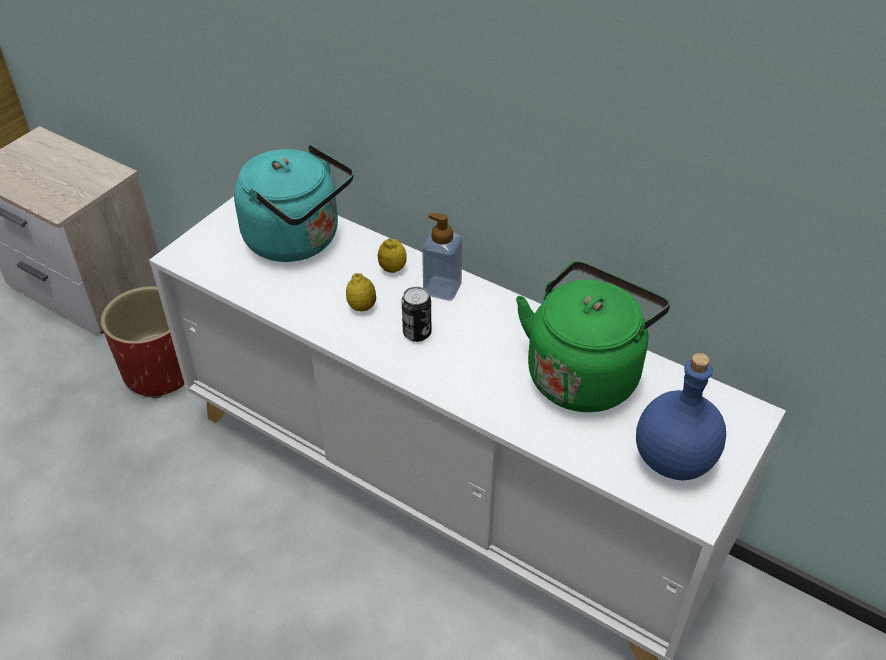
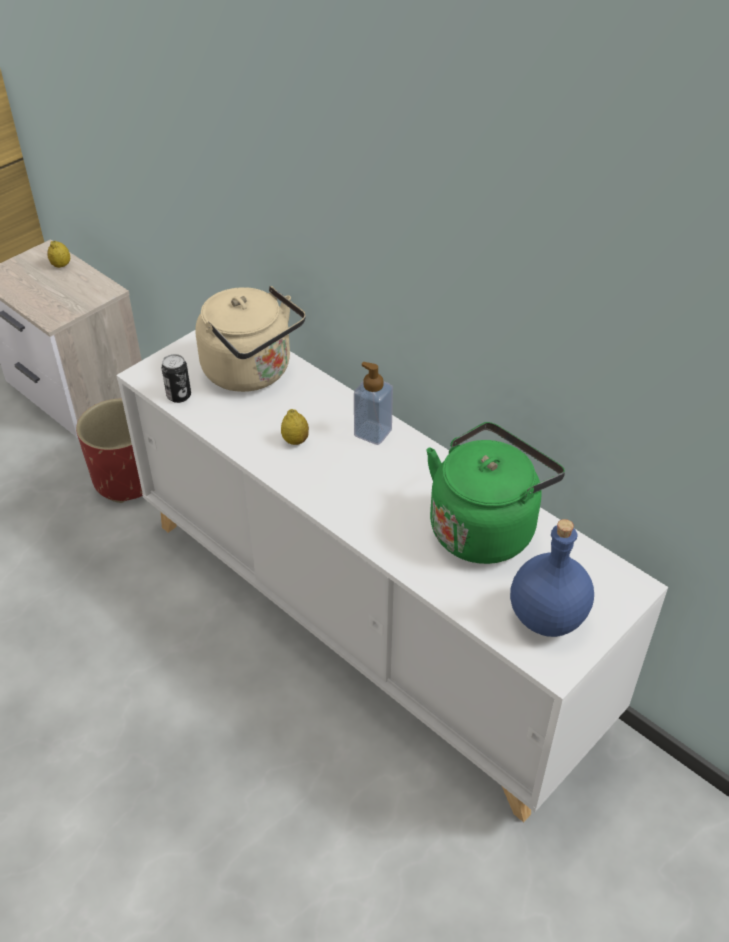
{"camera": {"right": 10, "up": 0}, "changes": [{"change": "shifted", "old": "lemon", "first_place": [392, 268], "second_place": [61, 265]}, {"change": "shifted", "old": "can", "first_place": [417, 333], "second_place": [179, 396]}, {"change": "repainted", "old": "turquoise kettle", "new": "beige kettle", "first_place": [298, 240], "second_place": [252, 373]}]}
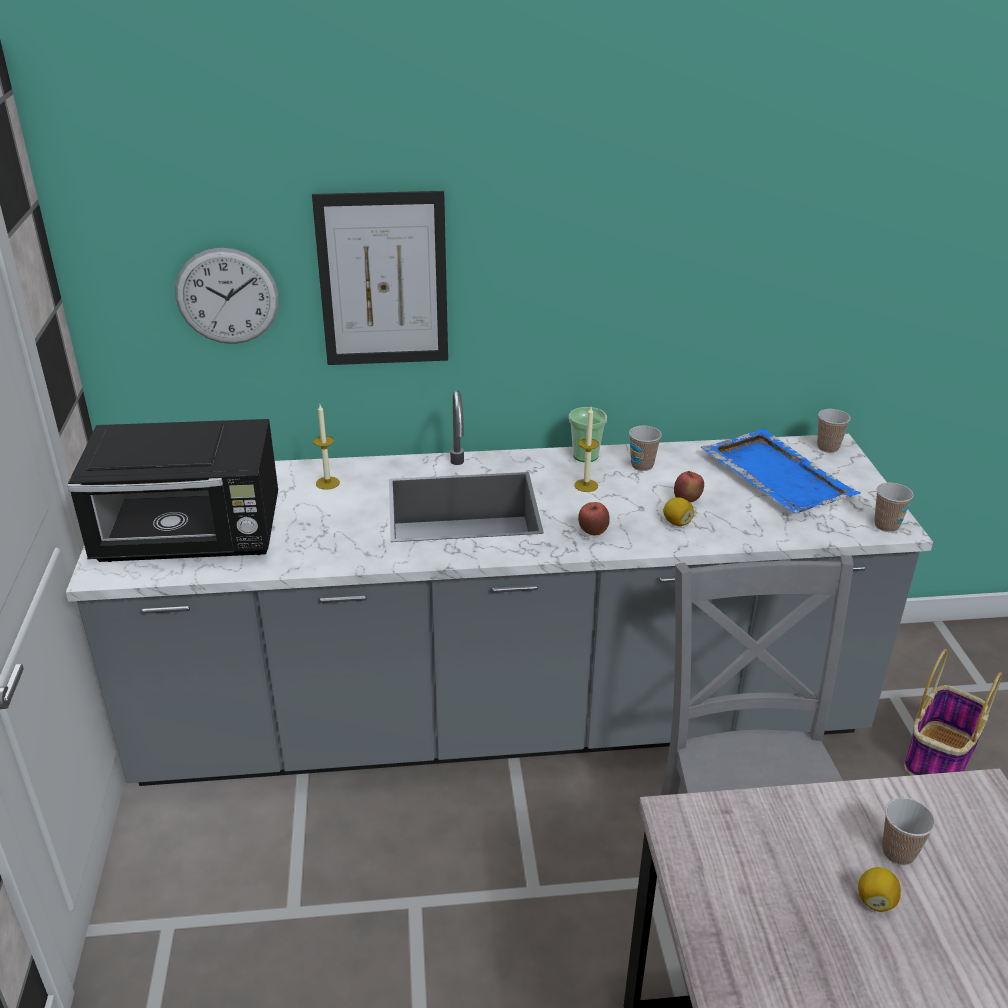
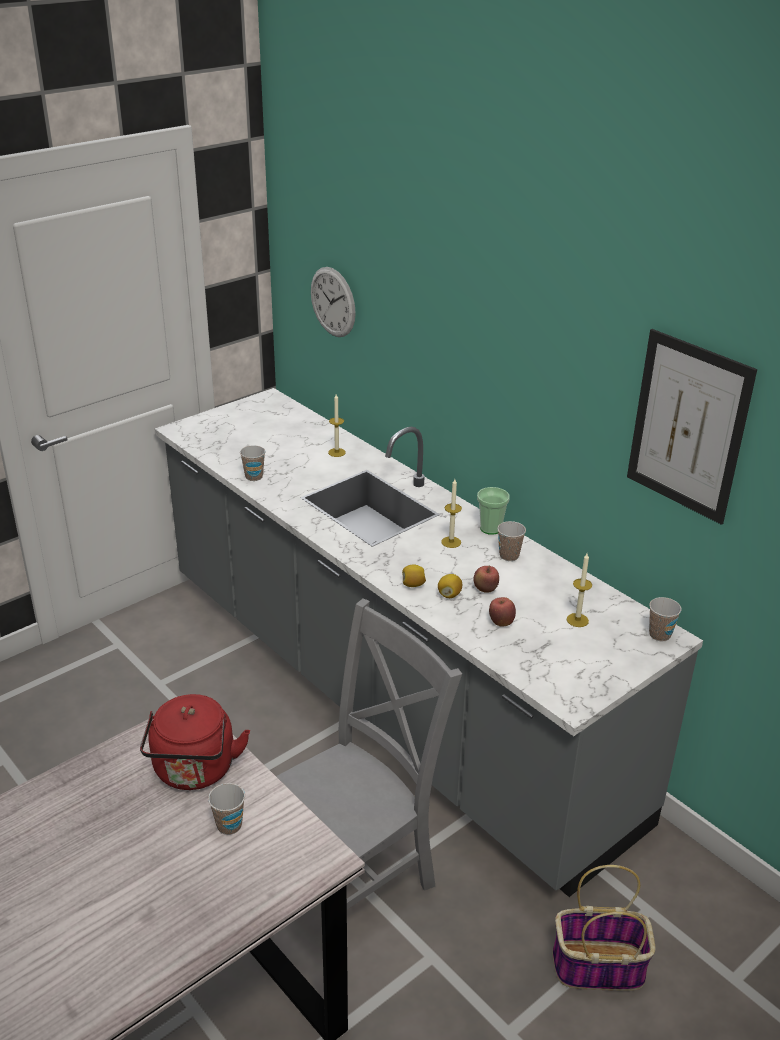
{"camera": {"right": 55, "up": 0}, "changes": [{"change": "gone", "old": "black microwave", "first_place": [192, 538]}, {"change": "new", "new": "red kettle", "second_place": [194, 772]}, {"change": "shifted", "old": "picture", "first_place": [383, 280], "second_place": [688, 426]}, {"change": "shifted", "old": "apple", "first_place": [593, 532], "second_place": [501, 622]}, {"change": "shifted", "old": "lemon", "first_place": [875, 900], "second_place": [413, 584]}, {"change": "shifted", "old": "cup", "first_place": [886, 525], "second_place": [254, 477]}, {"change": "swapped", "old": "blue tray", "new": "candle", "first_place": [776, 474], "second_place": [577, 620]}]}
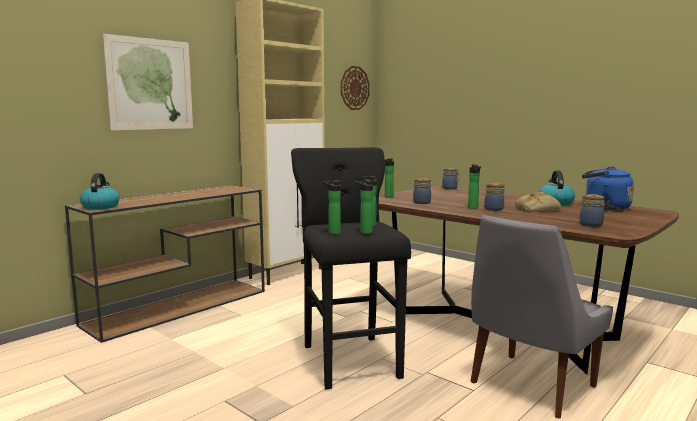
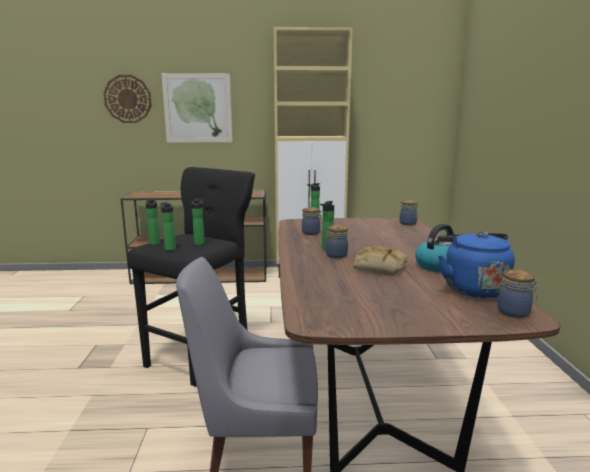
{"camera": {"right": 45, "up": 5}, "changes": [{"change": "gone", "old": "kettle", "first_place": [100, 207]}, {"change": "shifted", "old": "wall clock", "first_place": [354, 88], "second_place": [128, 99]}, {"change": "shifted", "old": "jar", "first_place": [591, 225], "second_place": [515, 312]}]}
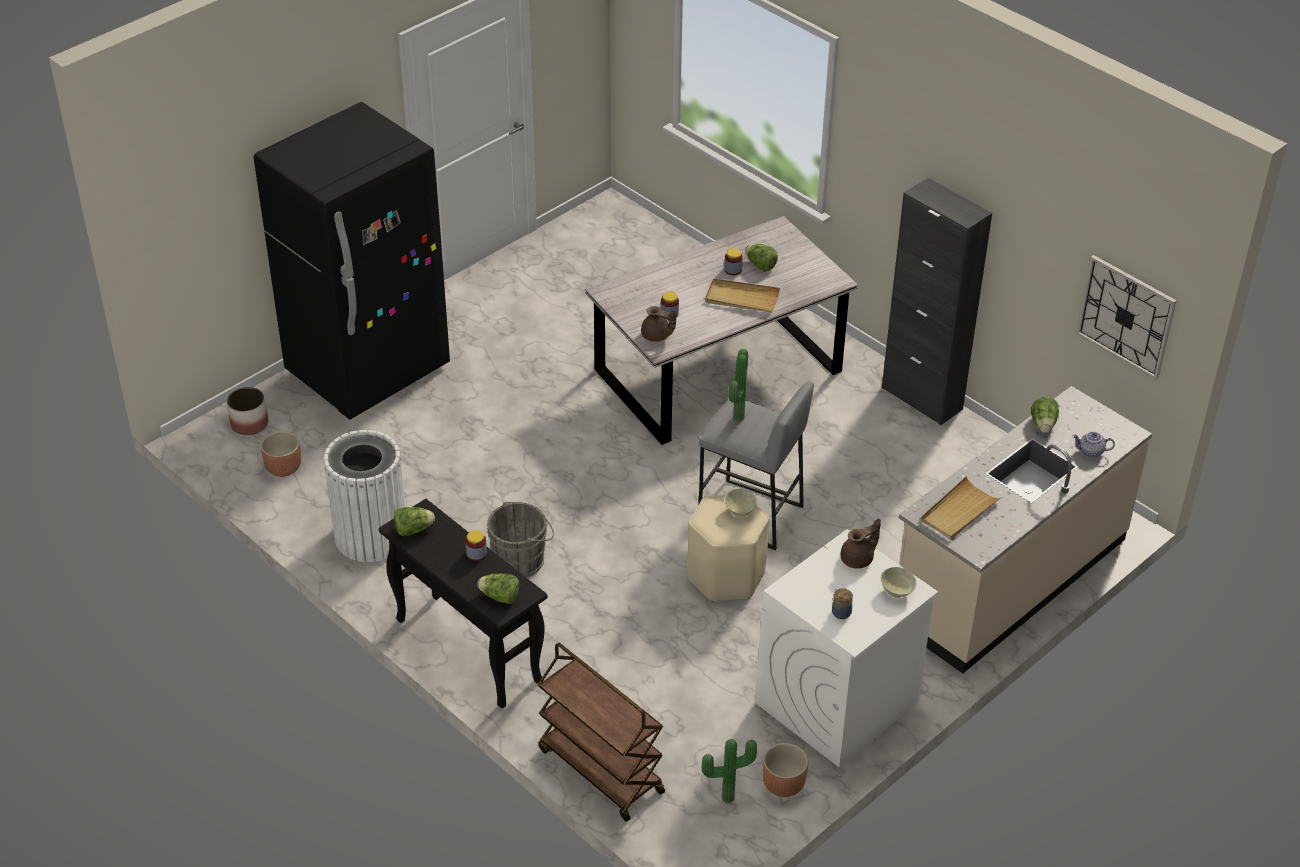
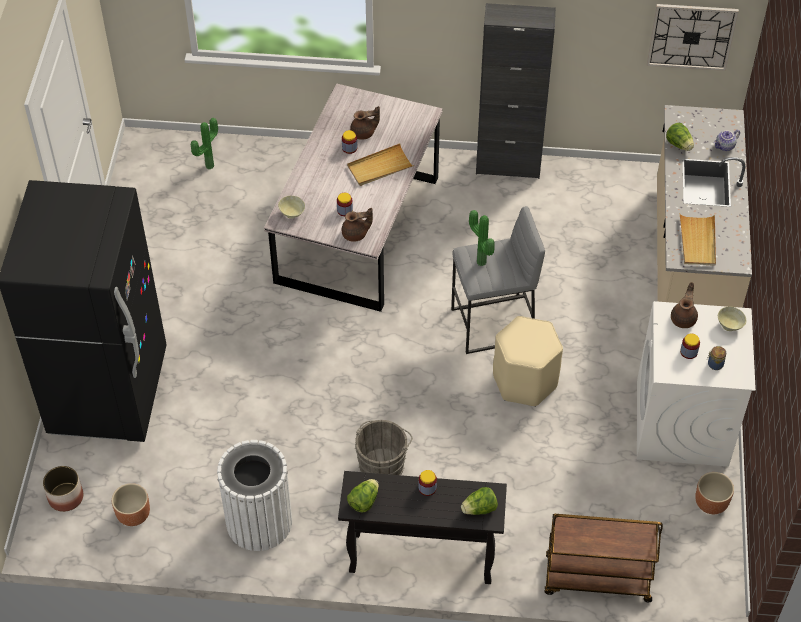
{"camera": {"right": -40, "up": 10}, "changes": [{"change": "new", "new": "jar", "second_place": [688, 352]}, {"change": "shifted", "old": "potted plant", "first_place": [727, 796], "second_place": [208, 165]}, {"change": "shifted", "old": "beige bowl", "first_place": [739, 511], "second_place": [292, 214]}, {"change": "swapped", "old": "lettuce", "new": "brown teapot", "first_place": [760, 265], "second_place": [364, 133]}]}
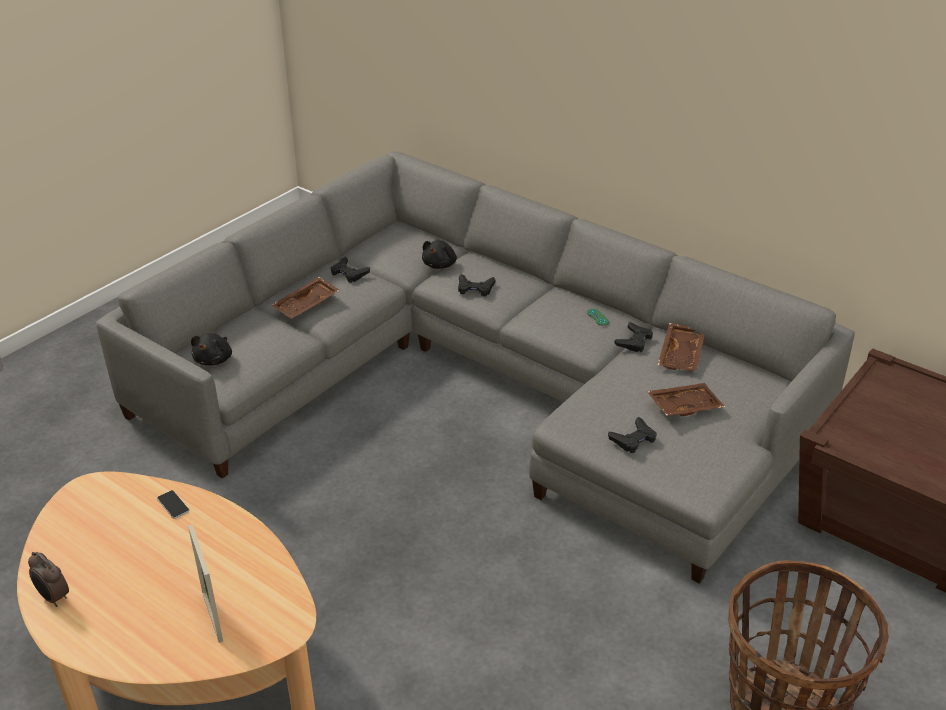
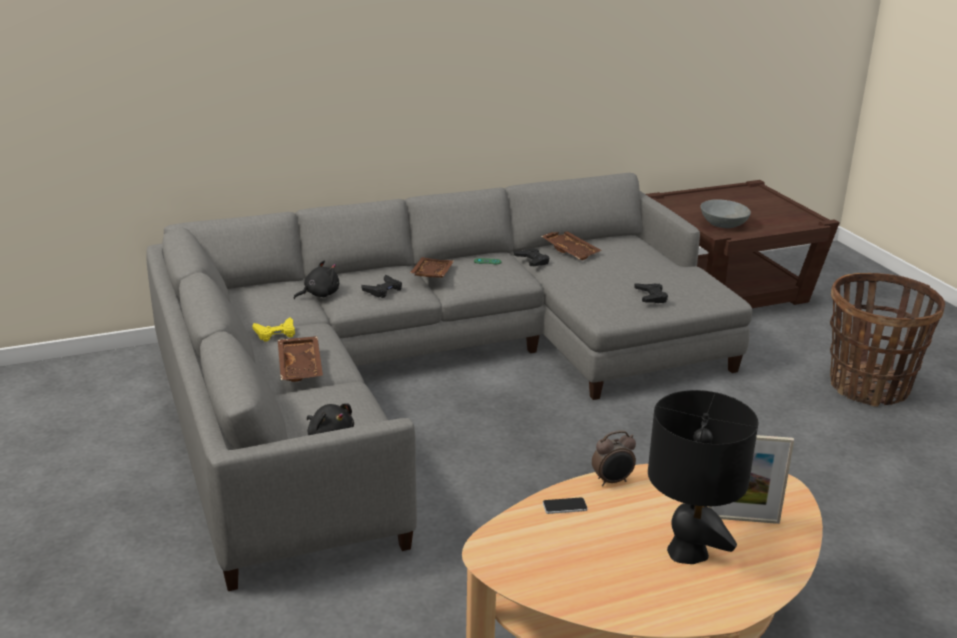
{"camera": {"right": -60, "up": -10}, "changes": [{"change": "new", "new": "black table lamp", "second_place": [687, 552]}, {"change": "new", "new": "grey bowl", "second_place": [722, 225]}, {"change": "shifted", "old": "alarm clock", "first_place": [53, 597], "second_place": [612, 481]}, {"change": "shifted", "old": "brown tray", "first_place": [683, 406], "second_place": [431, 274]}, {"change": "repainted", "old": "black game controller", "new": "yellow game controller", "first_place": [349, 273], "second_place": [275, 333]}, {"change": "rotated", "old": "black plush toy", "first_place": [440, 264], "second_place": [319, 294], "degrees": -90}]}
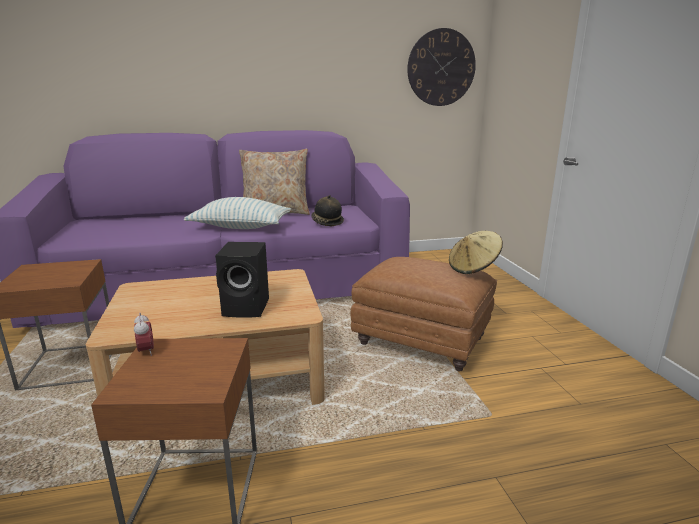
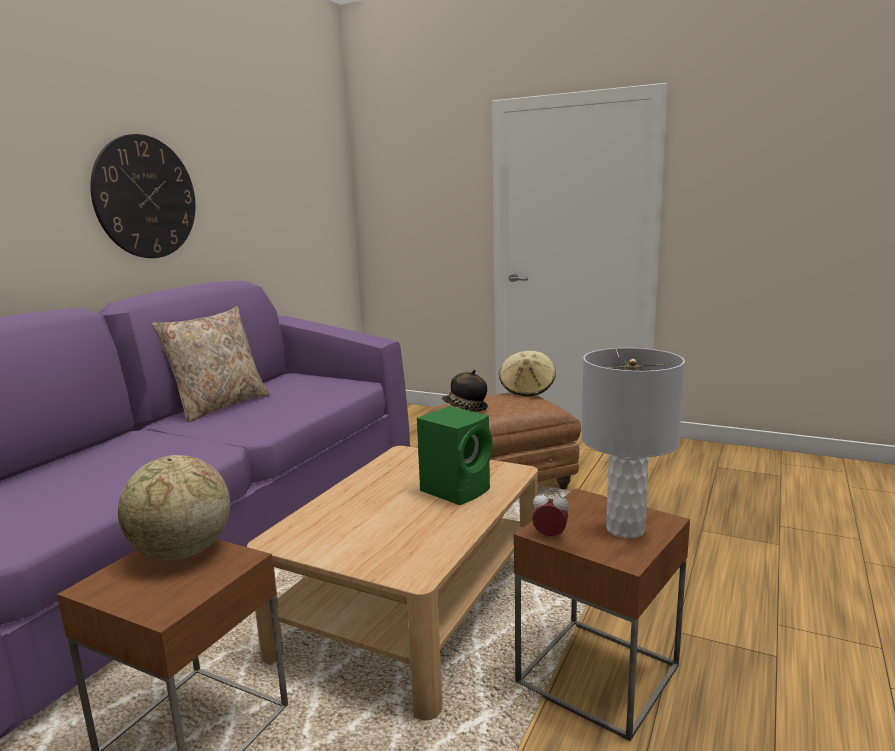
{"camera": {"right": -50, "up": -5}, "changes": [{"change": "gone", "old": "pillow", "first_place": [240, 227]}, {"change": "new", "new": "globe", "second_place": [182, 553]}, {"change": "new", "new": "grey table lamp", "second_place": [625, 529]}, {"change": "shifted", "old": "hat", "first_place": [327, 222], "second_place": [465, 408]}, {"change": "shifted", "old": "wall clock", "first_place": [441, 68], "second_place": [145, 197]}, {"change": "repainted", "old": "black speaker", "new": "green speaker", "first_place": [248, 308], "second_place": [457, 489]}]}
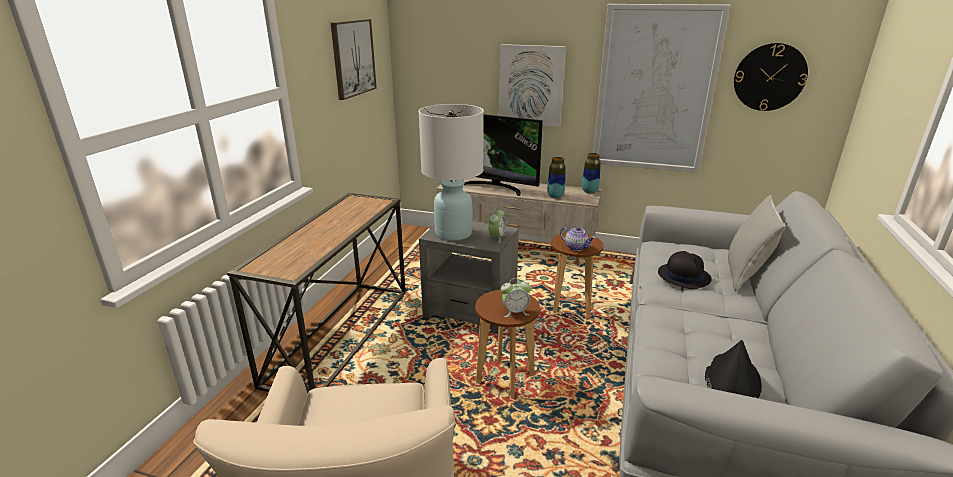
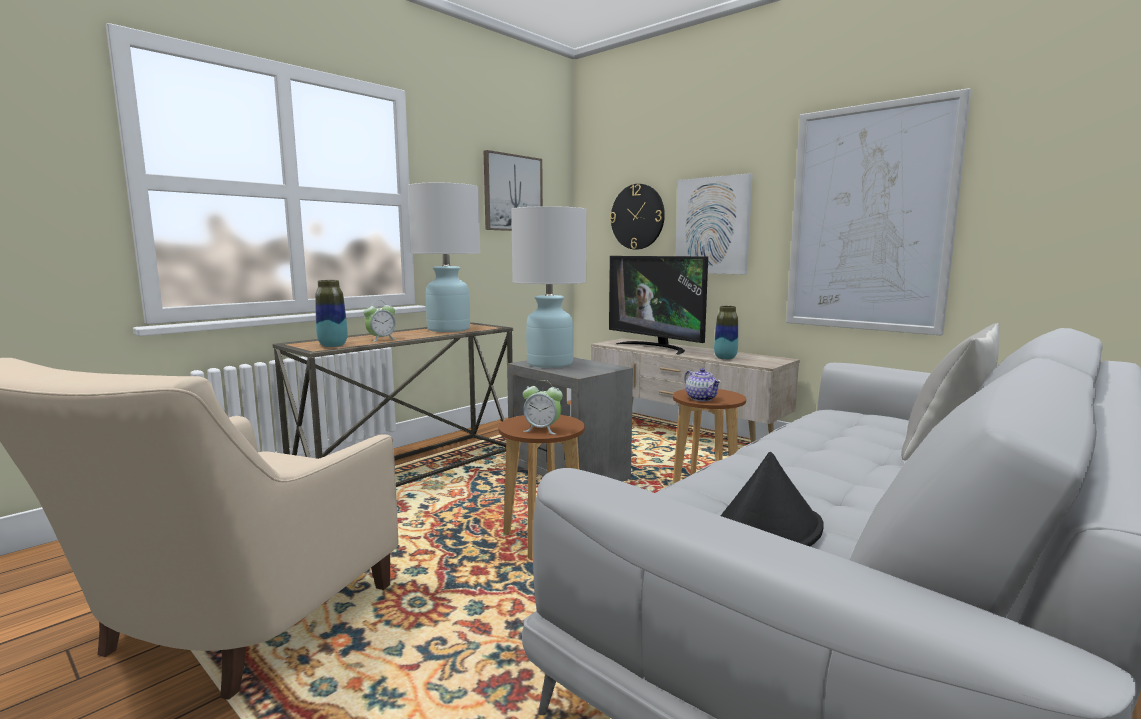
{"camera": {"right": 25, "up": -15}, "changes": [{"change": "gone", "old": "black hat", "first_place": [683, 276]}, {"change": "new", "new": "white table lamp", "second_place": [448, 329]}, {"change": "shifted", "old": "alarm clock", "first_place": [497, 238], "second_place": [381, 339]}, {"change": "shifted", "old": "vase", "first_place": [589, 191], "second_place": [333, 346]}, {"change": "shifted", "old": "wall clock", "first_place": [769, 77], "second_place": [637, 217]}]}
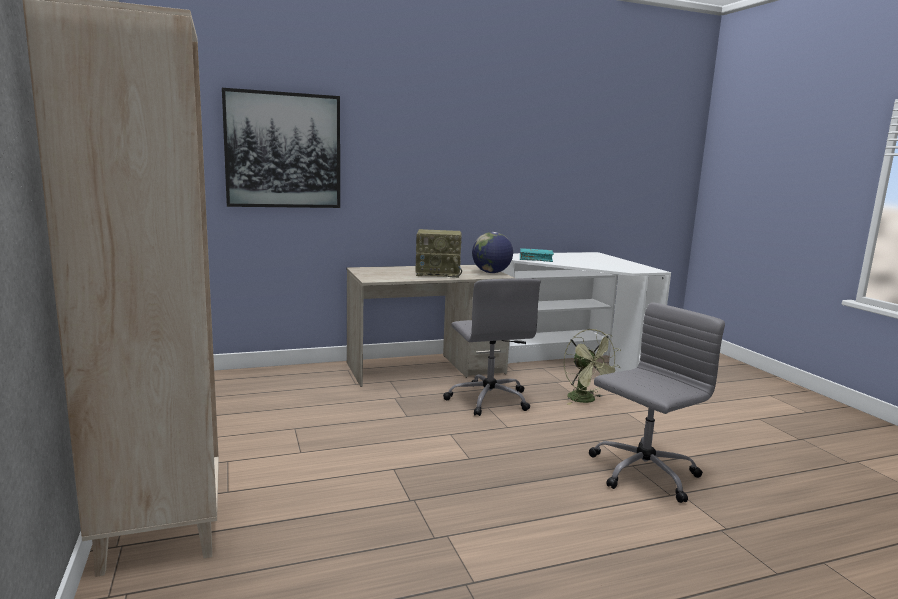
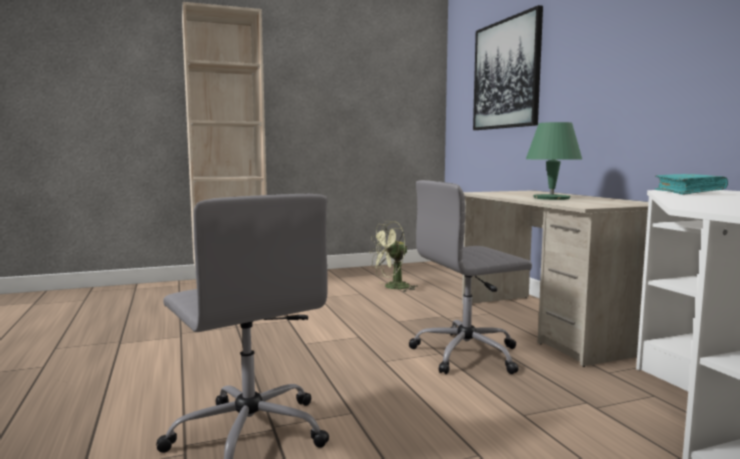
{"camera": {"right": 90, "up": -5}, "changes": [{"change": "gone", "old": "globe", "first_place": [491, 272]}, {"change": "shifted", "old": "green fan", "first_place": [586, 400], "second_place": [392, 287]}, {"change": "swapped", "old": "radio", "new": "green table lamp", "first_place": [438, 273], "second_place": [551, 198]}]}
